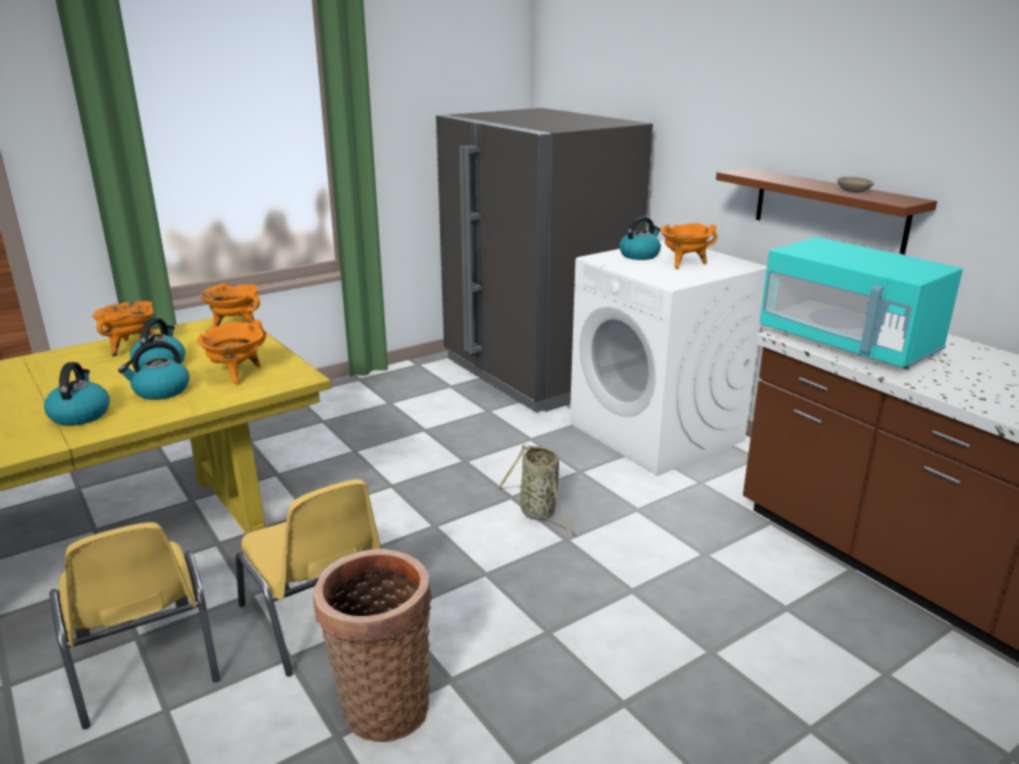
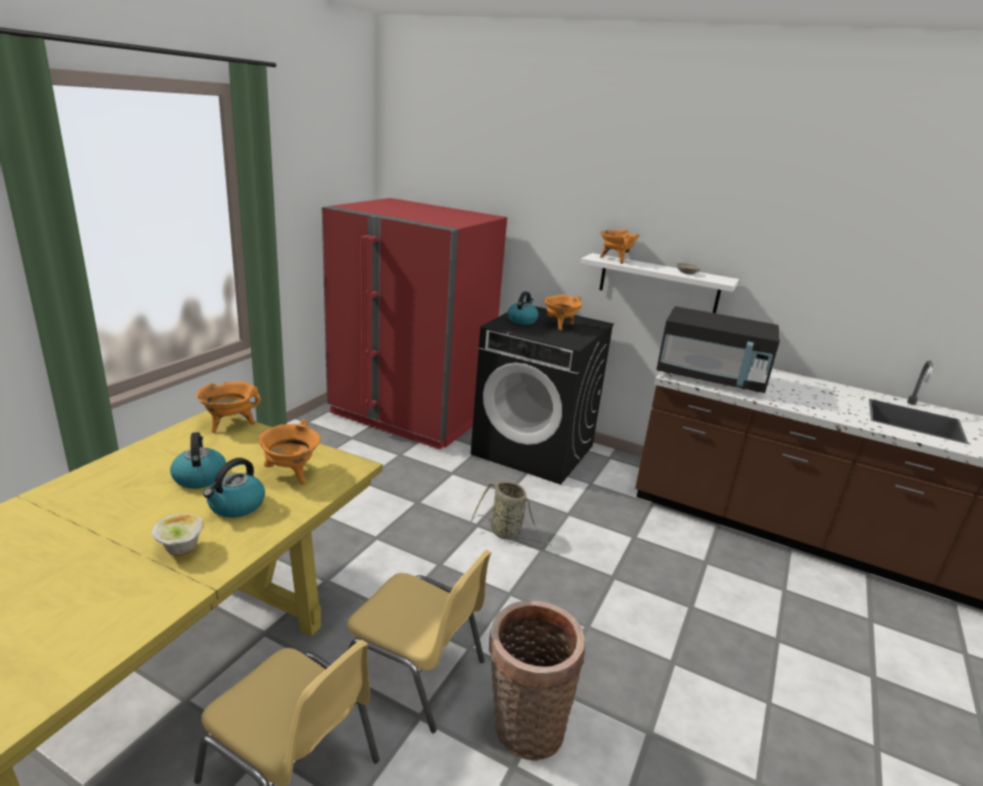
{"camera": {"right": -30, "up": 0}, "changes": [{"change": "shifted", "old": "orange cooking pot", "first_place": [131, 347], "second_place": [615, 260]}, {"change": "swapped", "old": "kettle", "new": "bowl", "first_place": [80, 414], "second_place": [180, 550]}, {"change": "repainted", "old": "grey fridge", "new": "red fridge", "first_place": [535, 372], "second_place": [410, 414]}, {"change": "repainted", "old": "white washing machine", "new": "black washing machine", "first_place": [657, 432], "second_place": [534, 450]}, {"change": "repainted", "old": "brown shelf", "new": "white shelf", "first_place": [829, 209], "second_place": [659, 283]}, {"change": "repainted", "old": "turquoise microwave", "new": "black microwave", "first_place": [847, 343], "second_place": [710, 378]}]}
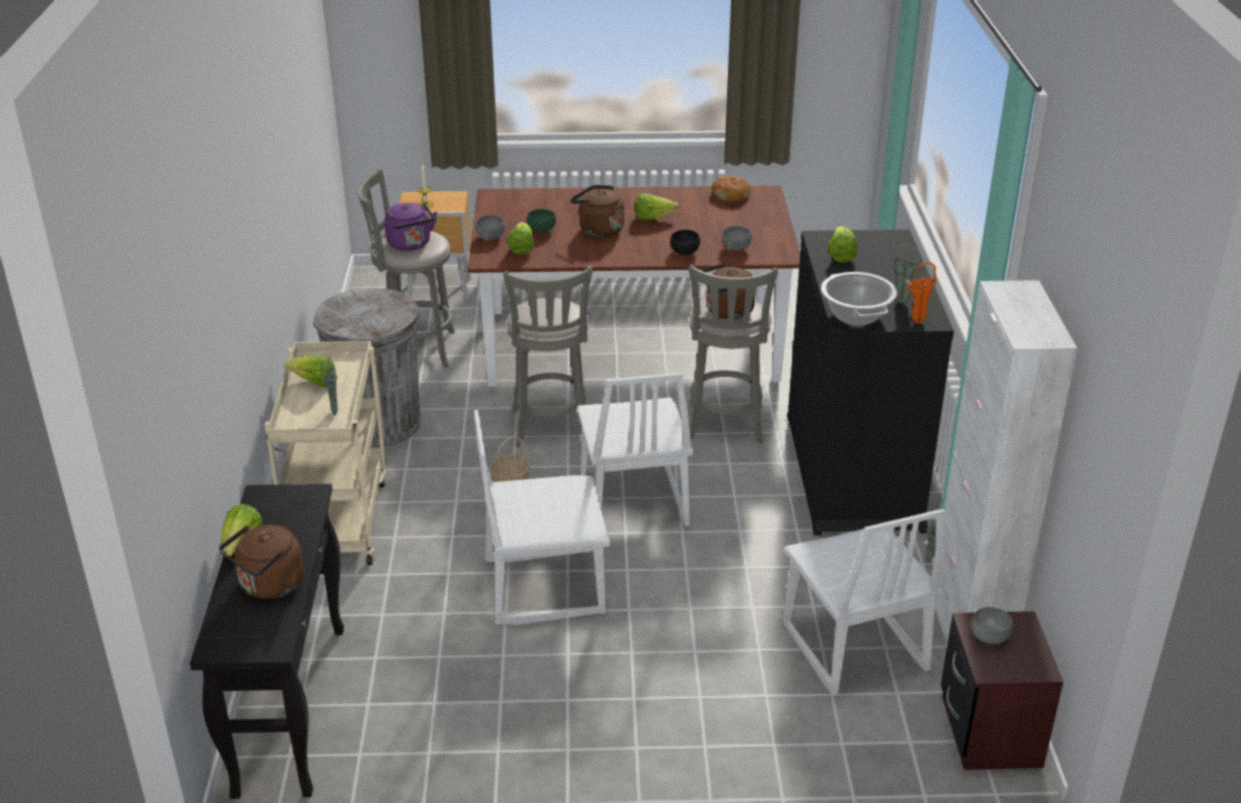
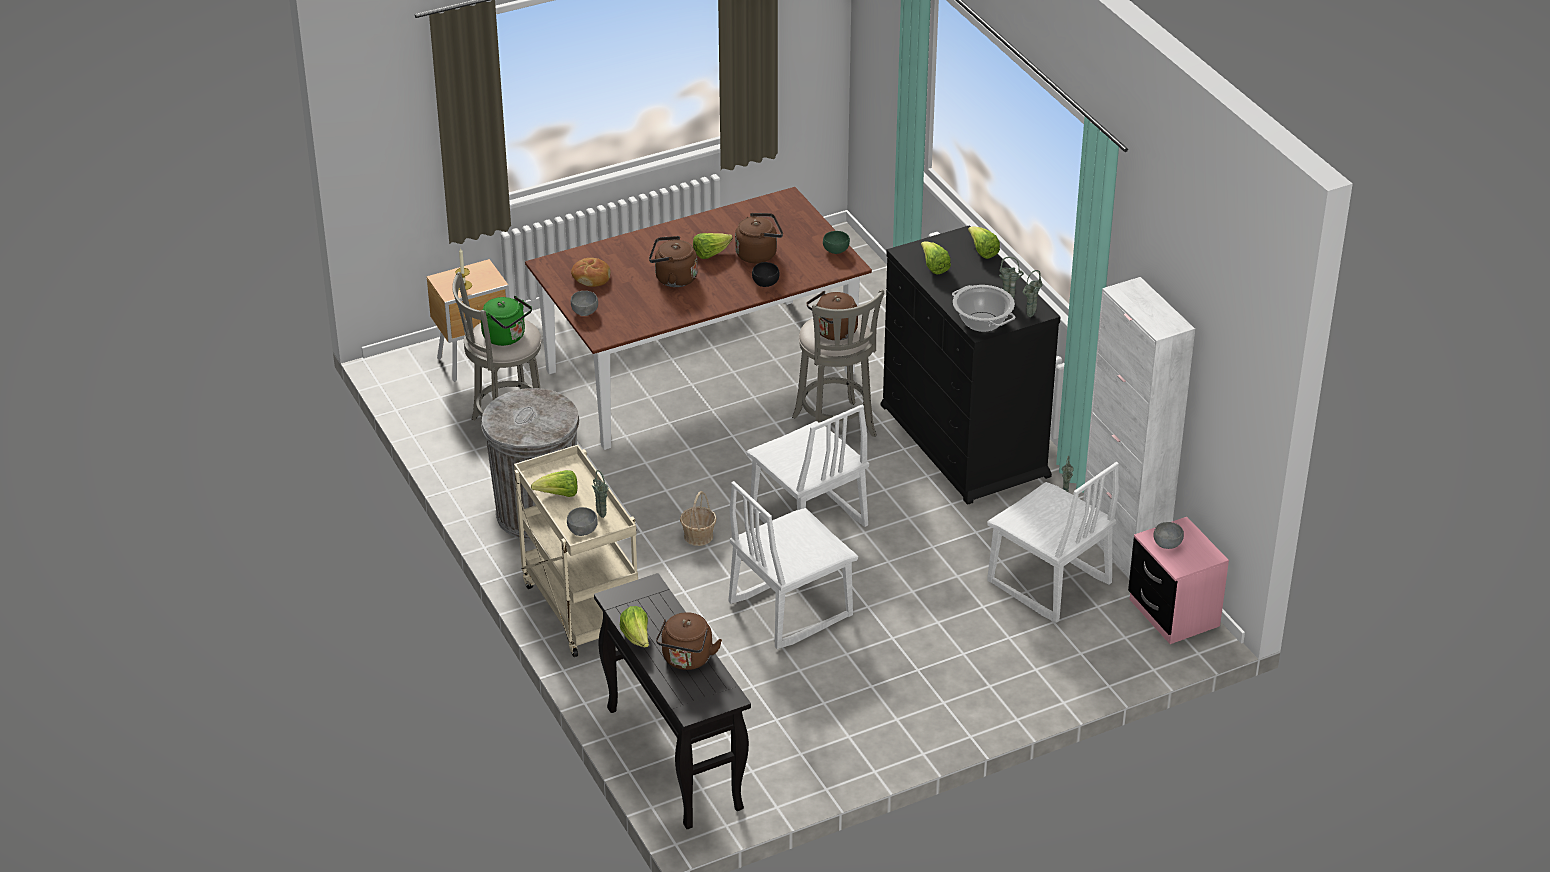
{"camera": {"right": -25, "up": 5}, "changes": [{"change": "gone", "old": "grey stool", "first_place": [551, 429]}, {"change": "new", "new": "brown kettle", "second_place": [759, 254]}, {"change": "shifted", "old": "lettuce", "first_place": [521, 248], "second_place": [982, 251]}, {"change": "shifted", "old": "green bowl", "first_place": [541, 230], "second_place": [835, 250]}, {"change": "shifted", "old": "bread", "first_place": [731, 195], "second_place": [591, 277]}, {"change": "shifted", "old": "grey bowl", "first_place": [736, 248], "second_place": [582, 531]}, {"change": "repainted", "old": "purple kettle", "new": "green kettle", "first_place": [410, 245], "second_place": [506, 337]}, {"change": "repainted", "old": "orange vase", "new": "green vase", "first_place": [916, 323], "second_place": [1030, 316]}, {"change": "repainted", "old": "brown nightstand", "new": "pink nightstand", "first_place": [990, 731], "second_place": [1173, 613]}]}
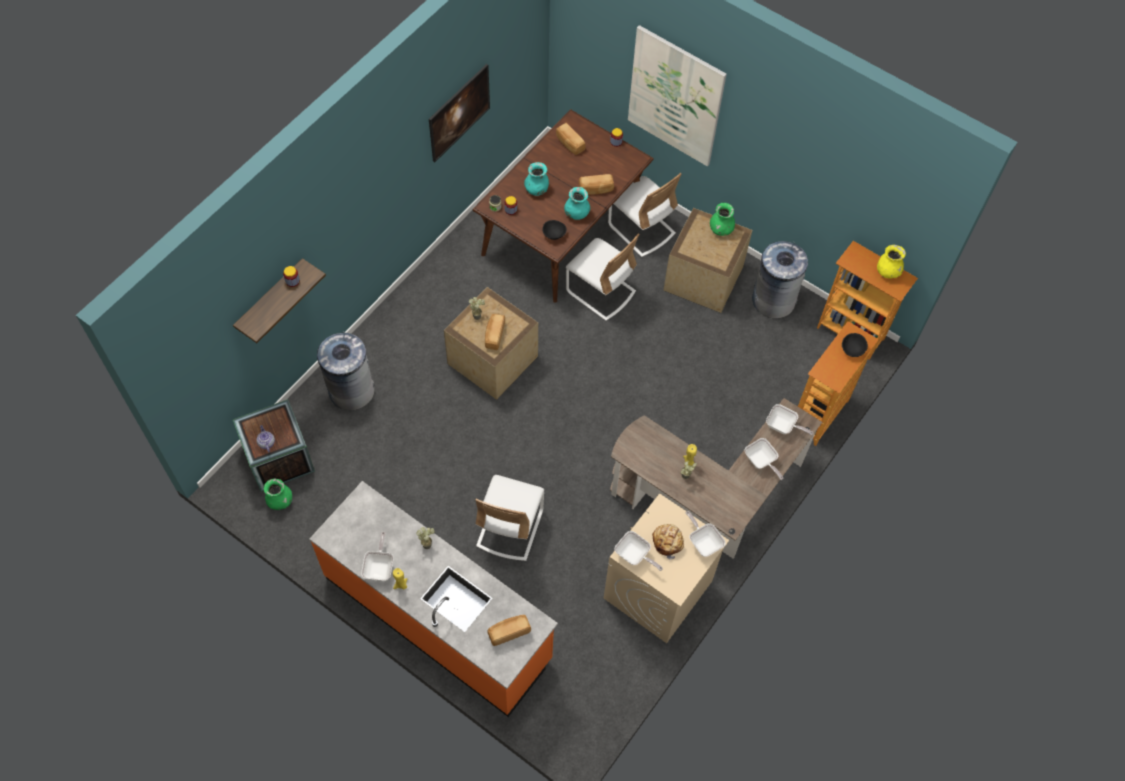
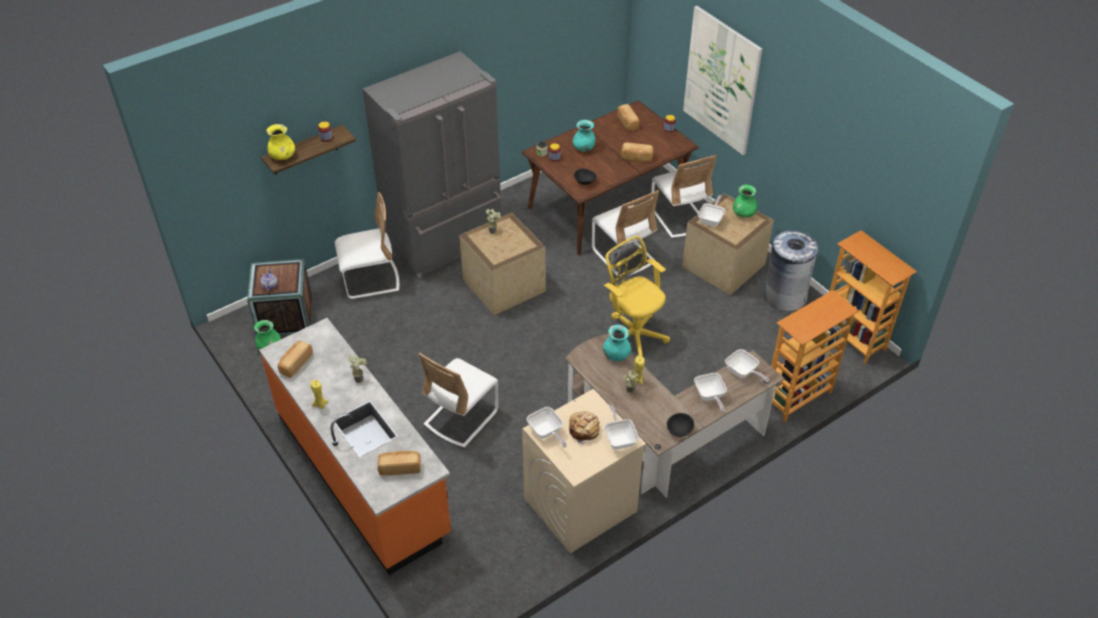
{"camera": {"right": 20, "up": -15}, "changes": [{"change": "gone", "old": "picture", "first_place": [460, 123]}, {"change": "new", "new": "grey fridge", "second_place": [446, 243]}, {"change": "new", "new": "yellow office chair", "second_place": [633, 334]}, {"change": "shifted", "old": "frying pan", "first_place": [380, 567], "second_place": [711, 219]}, {"change": "shifted", "old": "bread", "first_place": [494, 335], "second_place": [295, 364]}, {"change": "shifted", "old": "turquoise vase", "first_place": [576, 213], "second_place": [616, 355]}, {"change": "shifted", "old": "black bowl", "first_place": [852, 349], "second_place": [679, 430]}, {"change": "shifted", "old": "yellow vase", "first_place": [887, 271], "second_place": [283, 156]}, {"change": "swapped", "old": "grey trash can", "new": "white chair", "first_place": [351, 390], "second_place": [370, 280]}]}
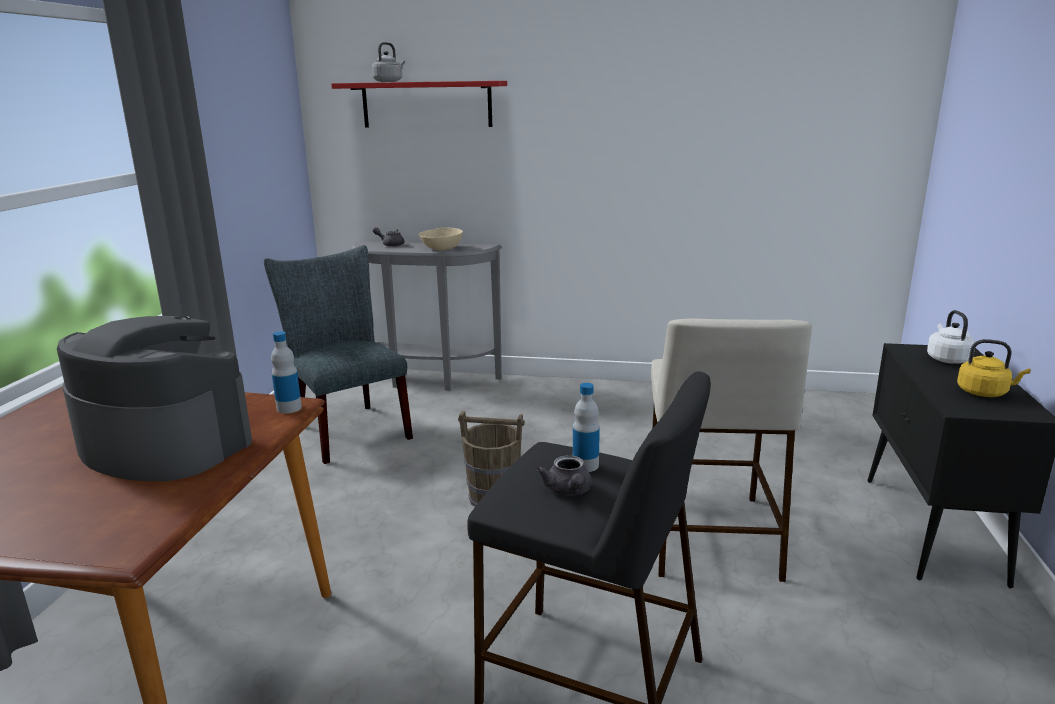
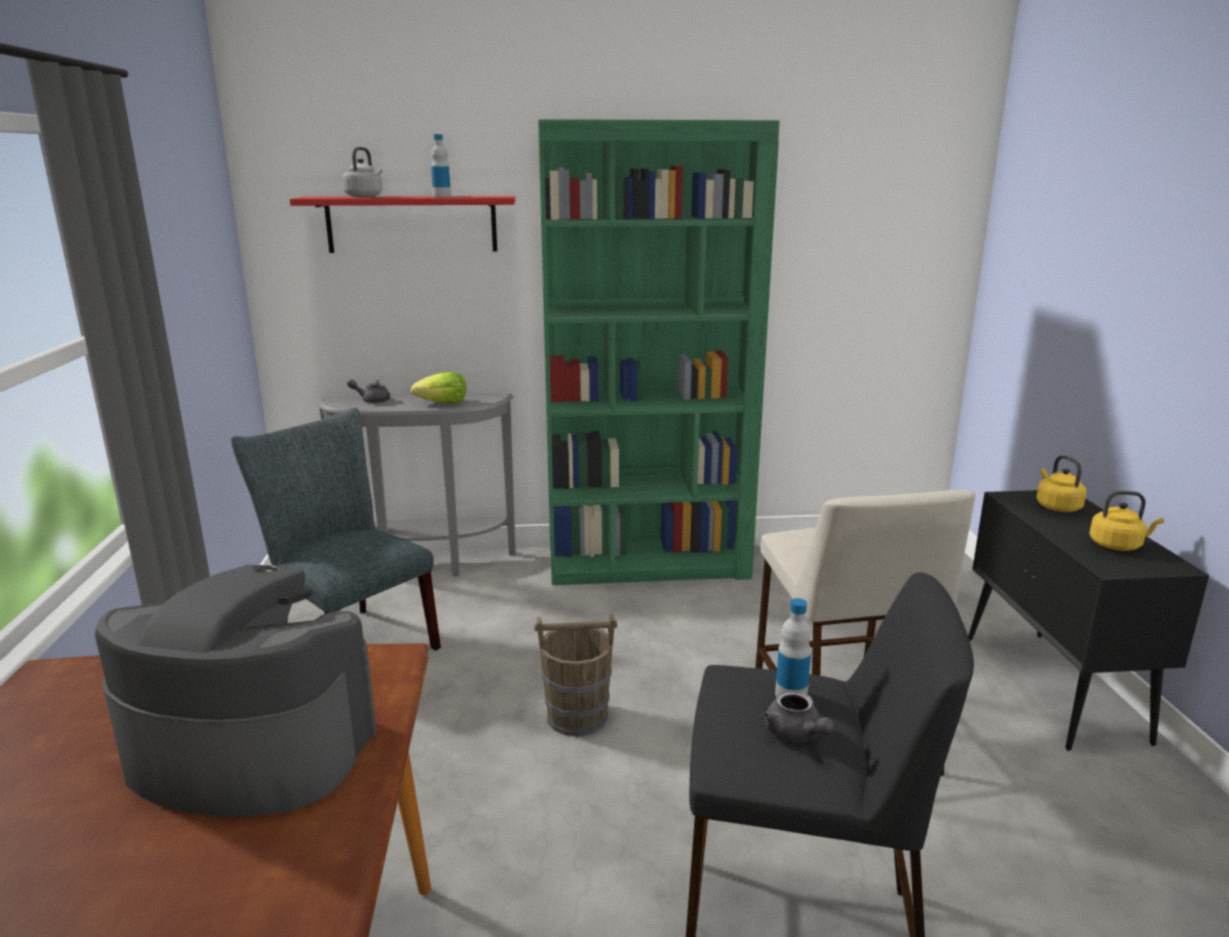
{"camera": {"right": -15, "up": 0}, "changes": [{"change": "new", "new": "green bookcase", "second_place": [648, 563]}, {"change": "shifted", "old": "bottle", "first_place": [289, 408], "second_place": [442, 196]}, {"change": "swapped", "old": "beige bowl", "new": "lettuce", "first_place": [441, 249], "second_place": [443, 403]}, {"change": "repainted", "old": "white kettle", "new": "yellow kettle", "first_place": [947, 359], "second_place": [1056, 506]}]}
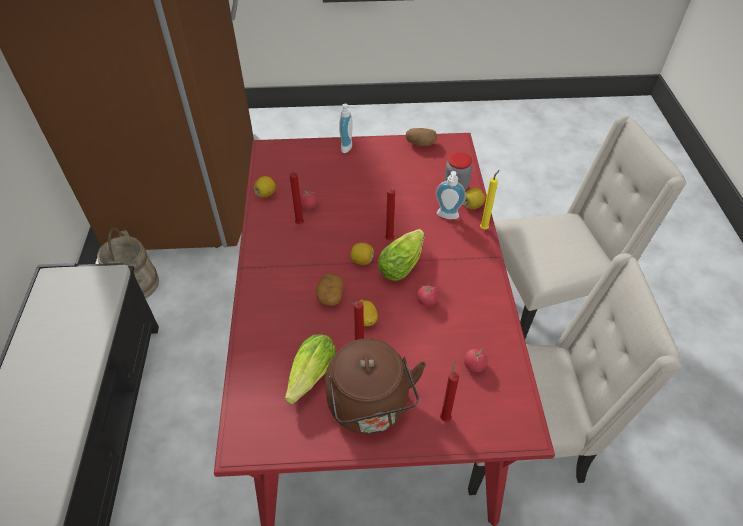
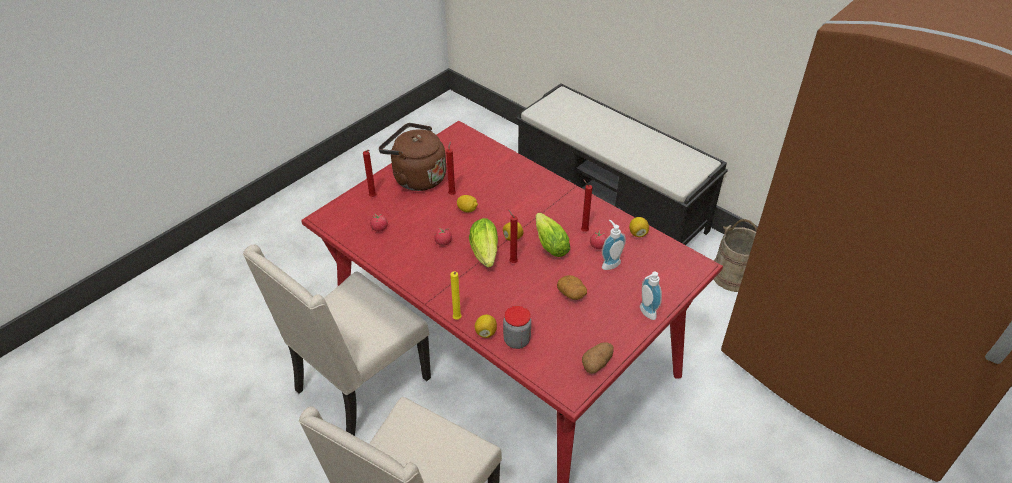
{"camera": {"right": 135, "up": -5}, "changes": [{"change": "shifted", "old": "lettuce", "first_place": [308, 379], "second_place": [549, 243]}, {"change": "shifted", "old": "potato", "first_place": [330, 295], "second_place": [572, 293]}, {"change": "shifted", "old": "soap dispenser", "first_place": [447, 217], "second_place": [609, 263]}]}
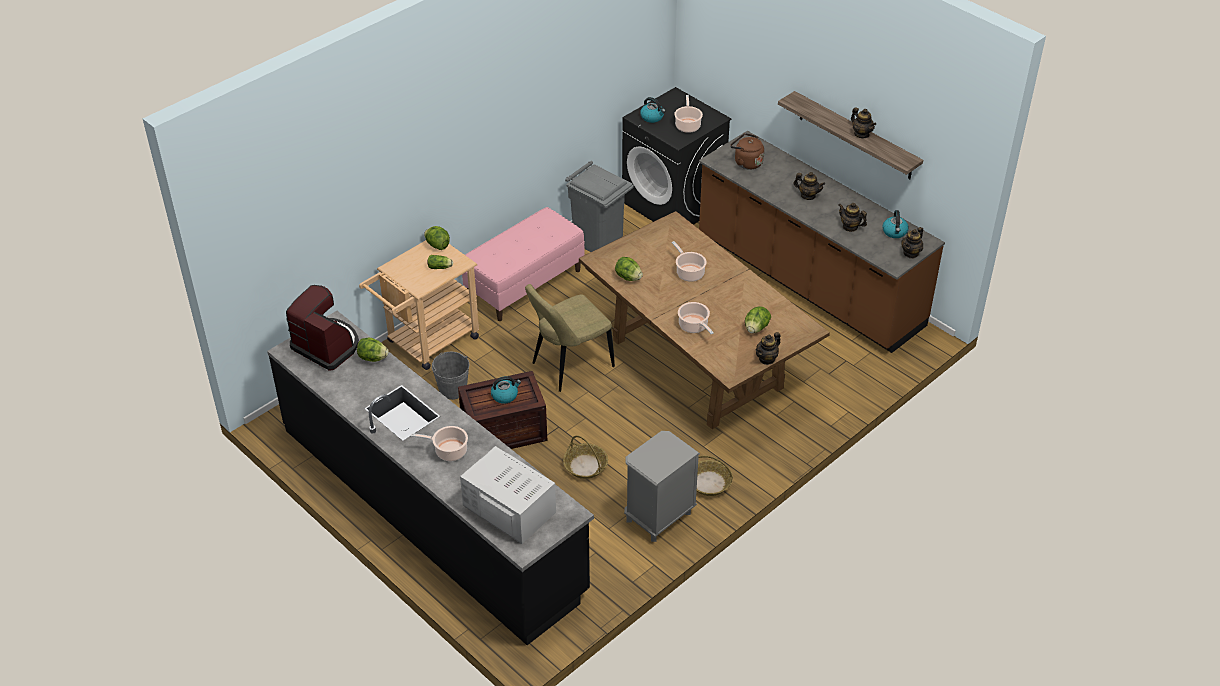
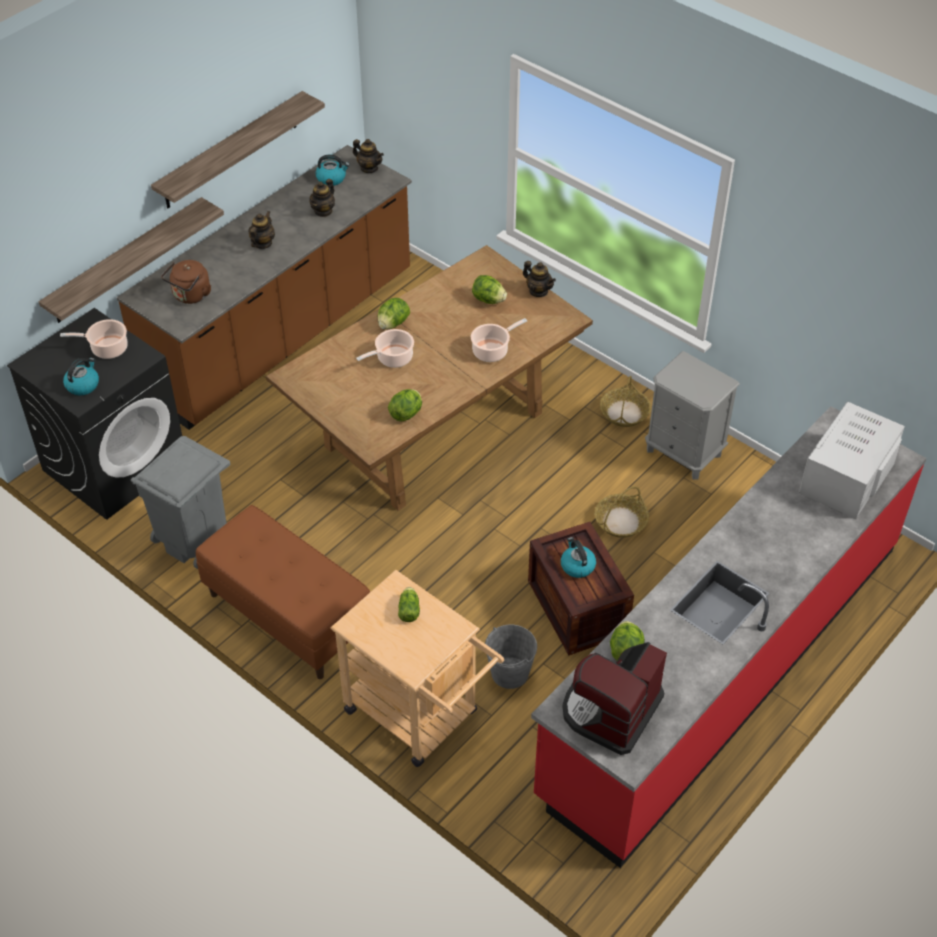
{"camera": {"right": -95, "up": 5}, "changes": [{"change": "gone", "old": "cooking pot", "first_place": [448, 451]}, {"change": "gone", "old": "beige chair", "first_place": [569, 366]}, {"change": "gone", "old": "teapot", "first_place": [861, 134]}, {"change": "new", "new": "shelf", "second_place": [125, 261]}, {"change": "shifted", "old": "lettuce", "first_place": [437, 245], "second_place": [393, 324]}, {"change": "repainted", "old": "black counter", "new": "red counter", "first_place": [431, 508], "second_place": [722, 667]}, {"change": "repainted", "old": "pink bench", "new": "brown bench", "first_place": [525, 284], "second_place": [287, 615]}]}
